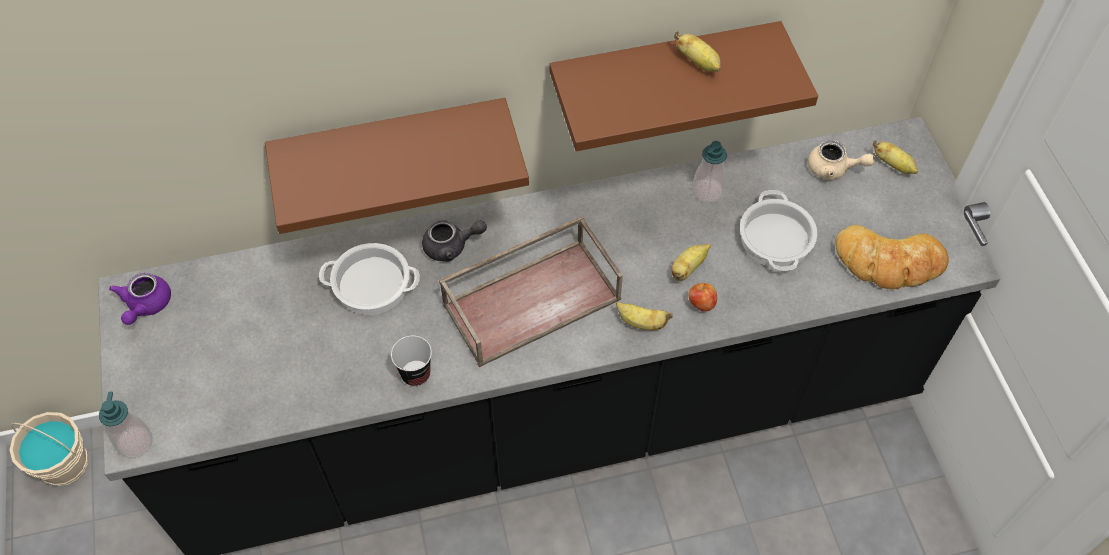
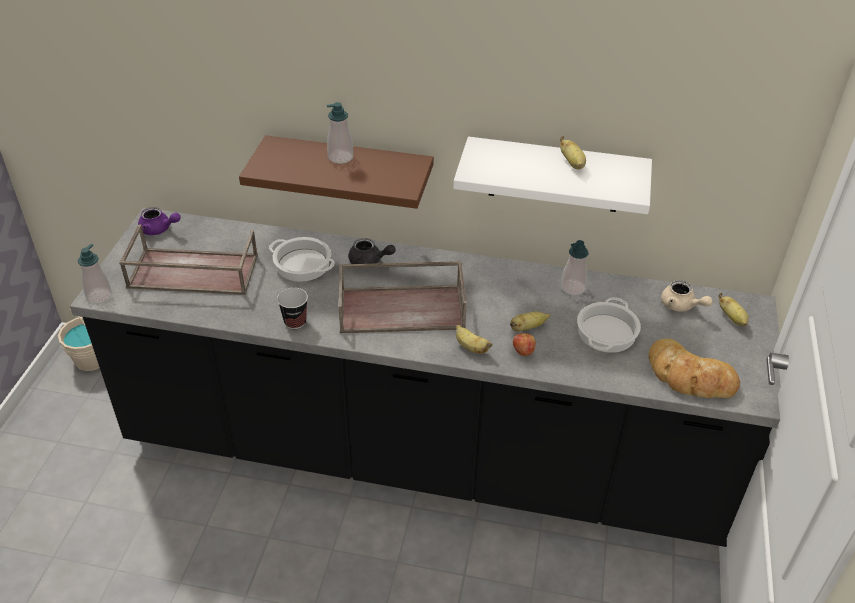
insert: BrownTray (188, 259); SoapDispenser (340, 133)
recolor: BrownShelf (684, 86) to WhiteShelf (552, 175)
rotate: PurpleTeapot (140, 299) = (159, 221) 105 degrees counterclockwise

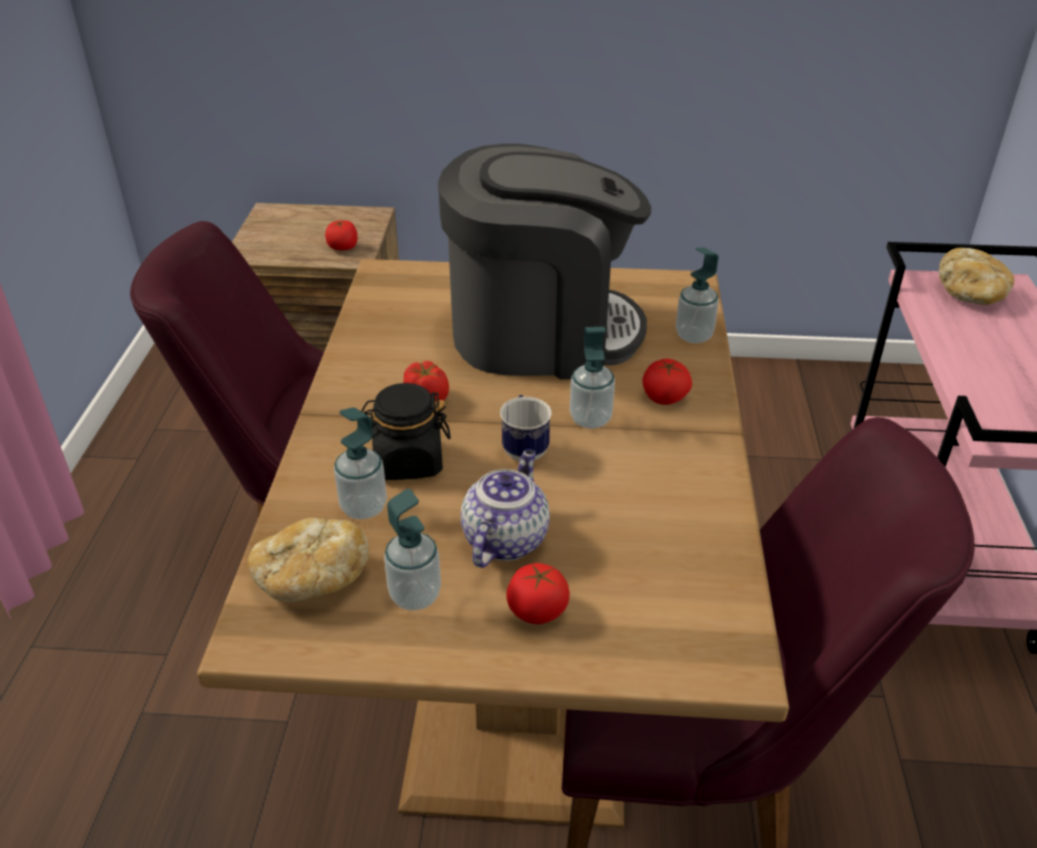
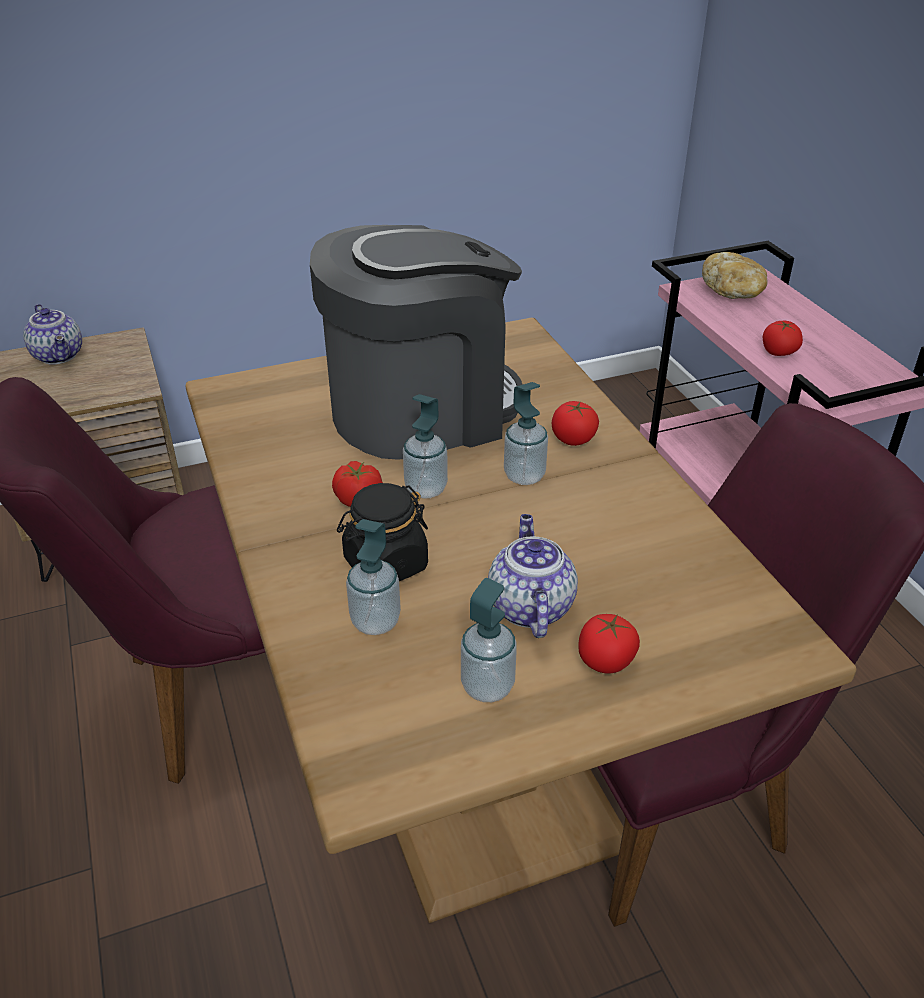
delete: Bread (308, 560); Mug (526, 428)
insert: Teapot (52, 334)
move: SoapDispenser (697, 295) to (425, 446); Tomato (341, 235) to (783, 338)

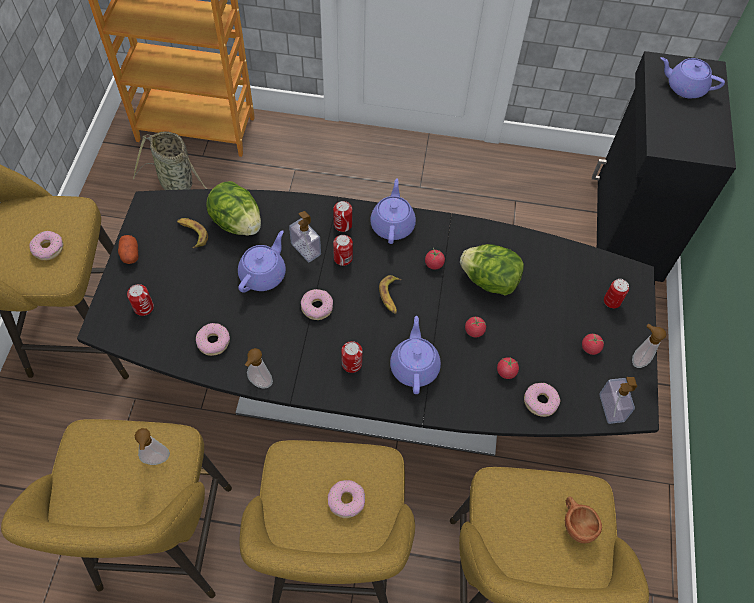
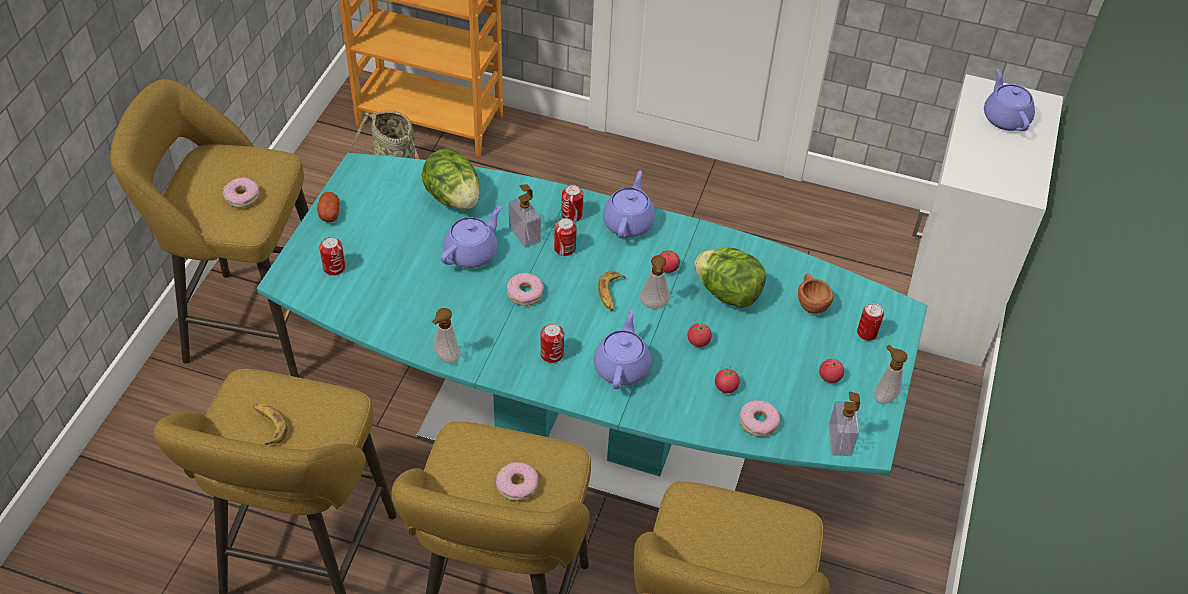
delete: Donut (213, 339)
move: Banana (192, 233) to (270, 424); SoapDispenser (152, 446) to (654, 282); BrownCup (583, 520) to (816, 293)
recolor: BlackDiningTable (368, 322) to TurquoiseDiningTable (592, 332); BlackCabinet (664, 166) to WhiteCabinet (985, 220)
rotate: PurpleTeapot (693, 77) = (1009, 100) 45 degrees clockwise

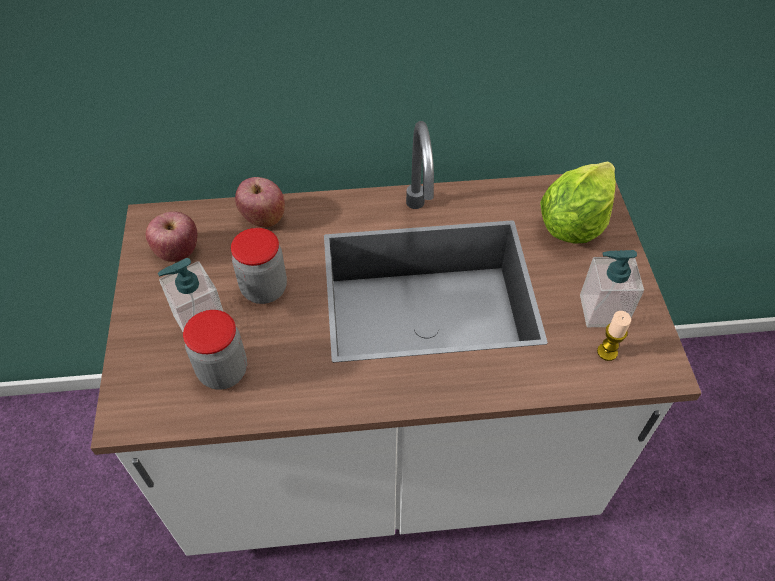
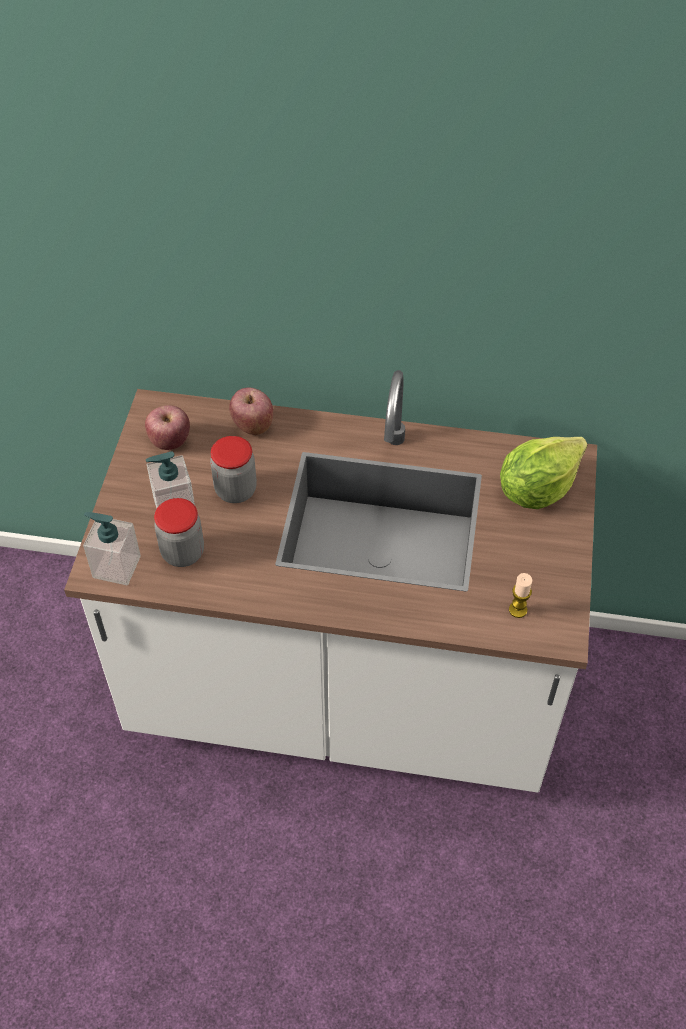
move: SoapDispenser (612, 288) to (112, 548)

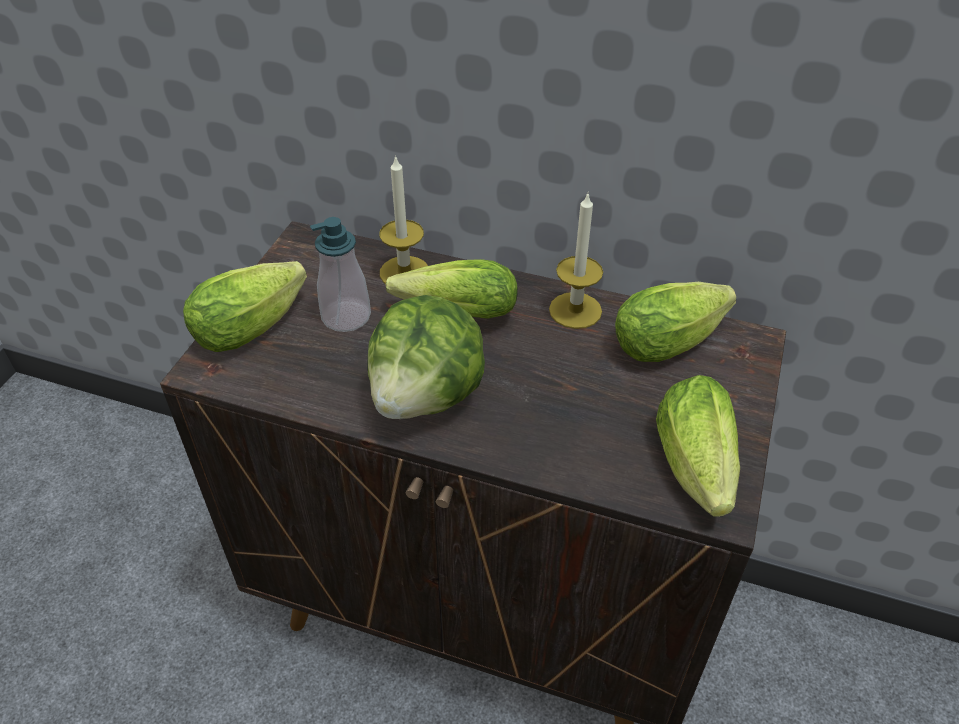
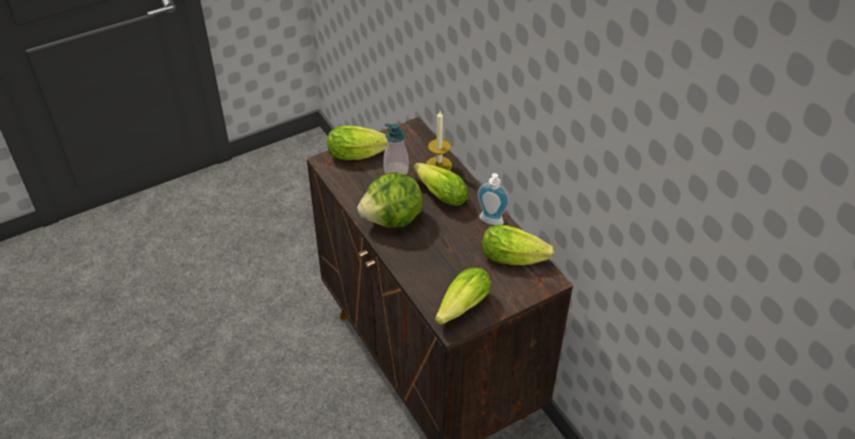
replace: Candle (576, 261) to SoapDispenser (493, 199)

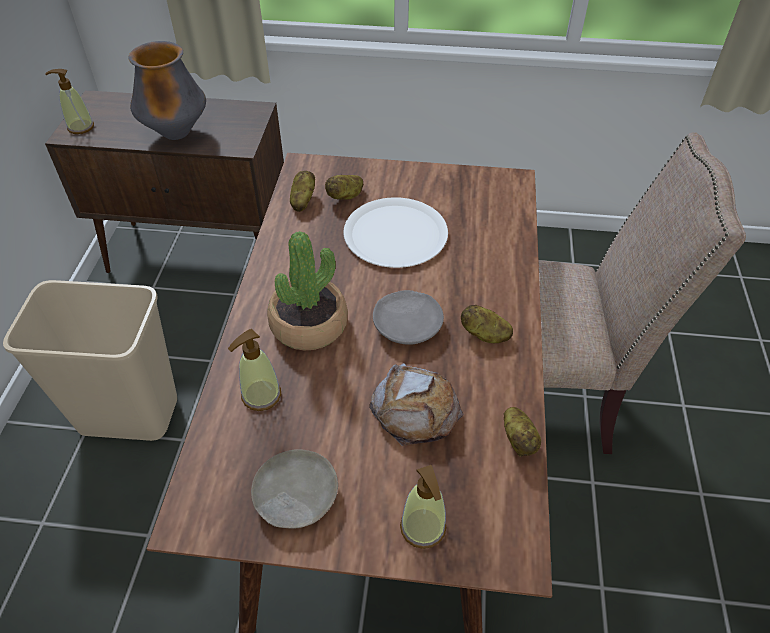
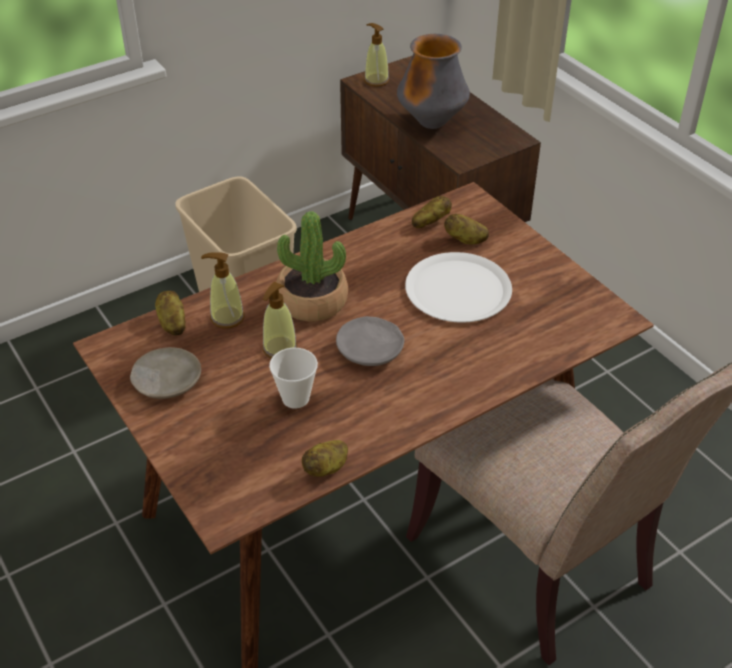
move: Potato (487, 324) to (170, 313); SoapDispenser (423, 507) to (279, 320)
replace: Bread (416, 404) to Cup (293, 378)

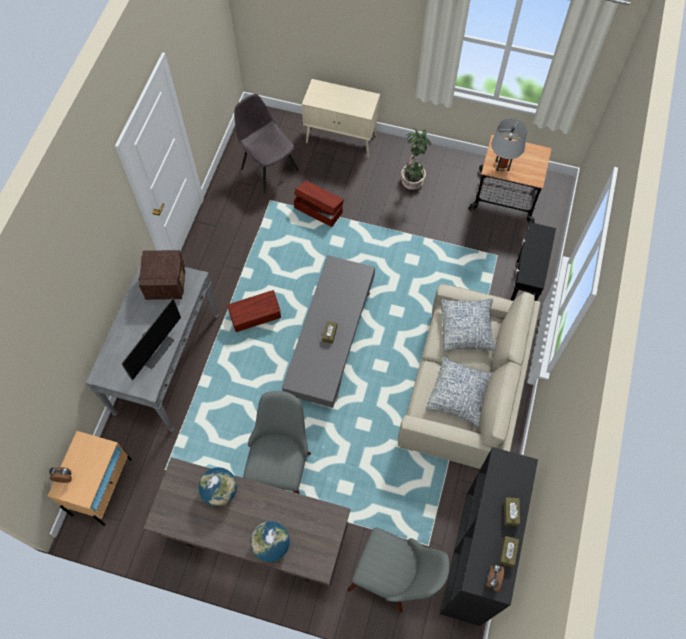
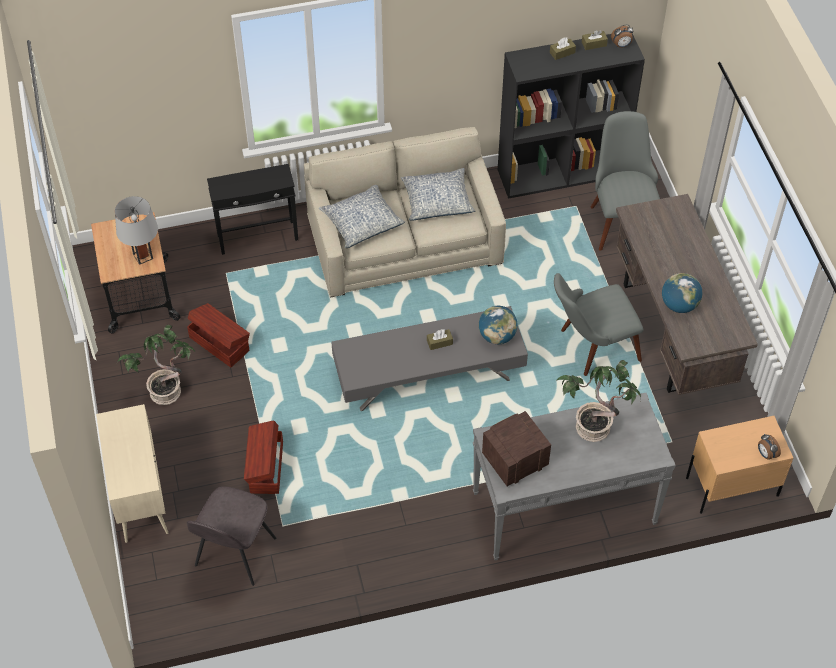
move: BrownStorageBox (254, 311) to (218, 335); Globe (270, 541) to (498, 325)
replace: Monitor (151, 339) to PottedPlant (598, 401)

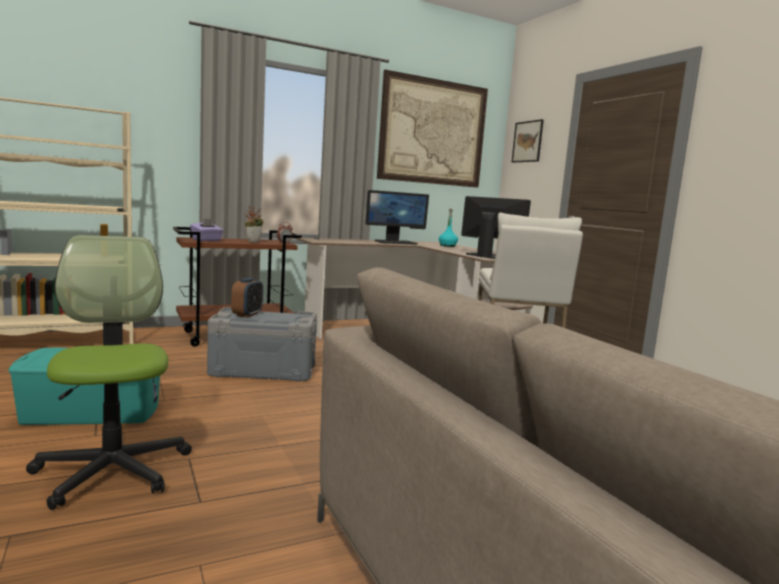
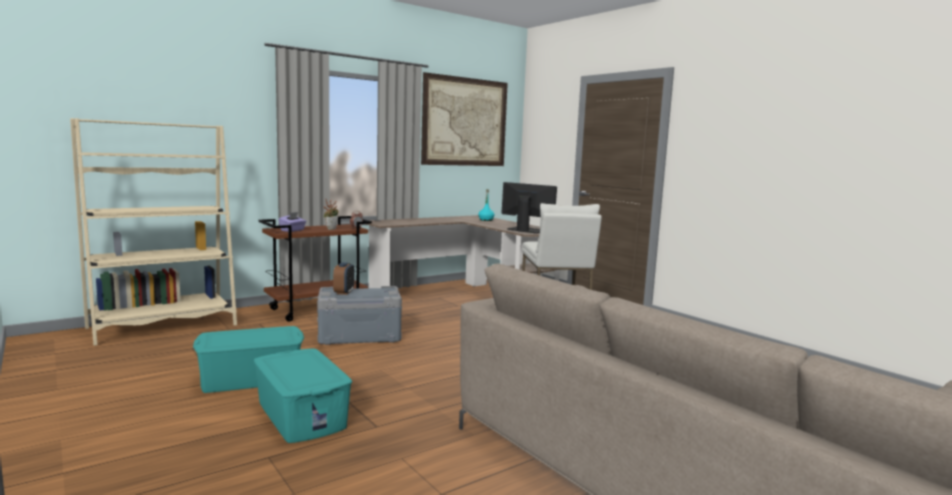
delete: Monitor (397, 217); Picture (528, 141)
replace: OfficeChair (109, 372) to TurquoiseStorageBox (302, 396)

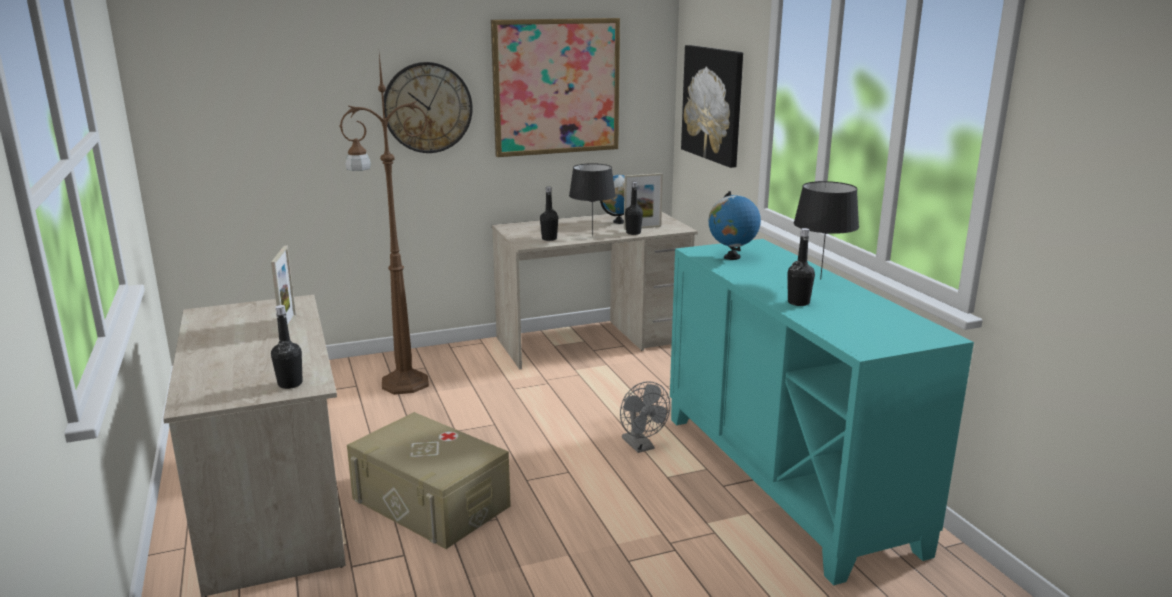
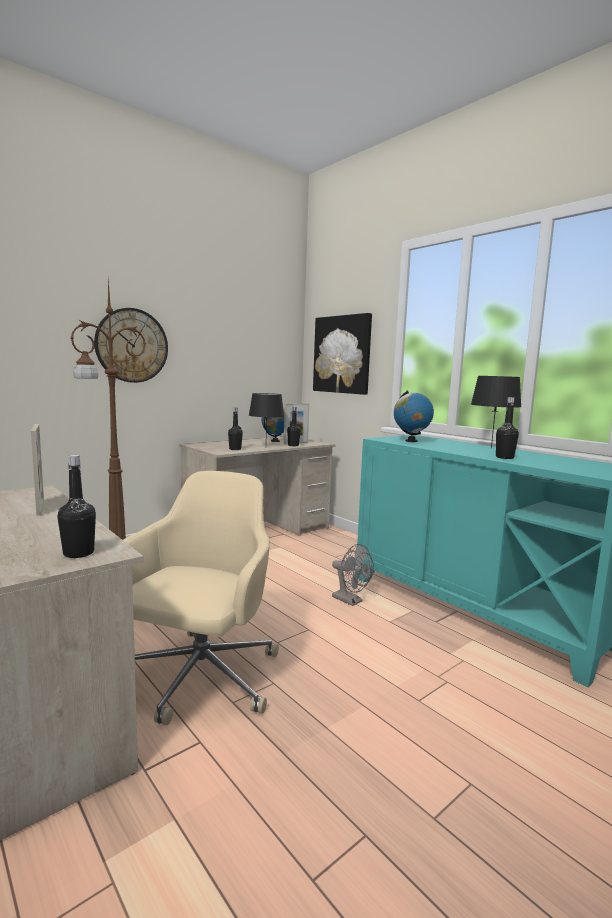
delete: Picture (555, 87)
replace: BeigeStorageBox (429, 480) to BeigeOfficeChair (201, 598)

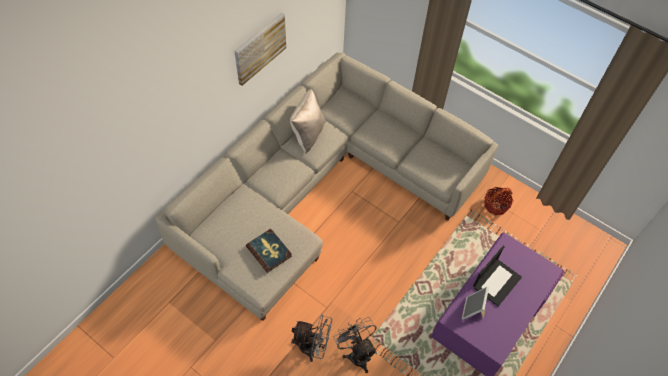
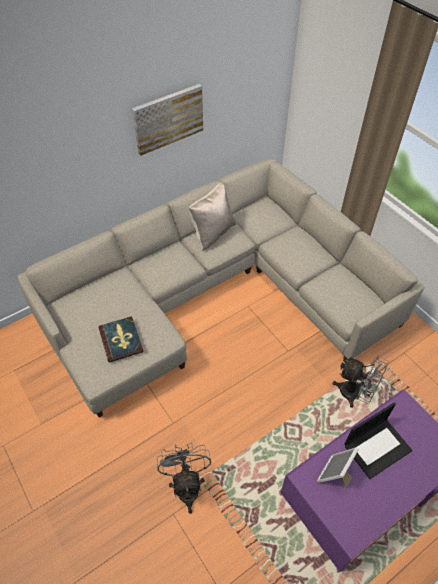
delete: Basket (498, 201)
move: GreyFan (311, 338) to (361, 382)

